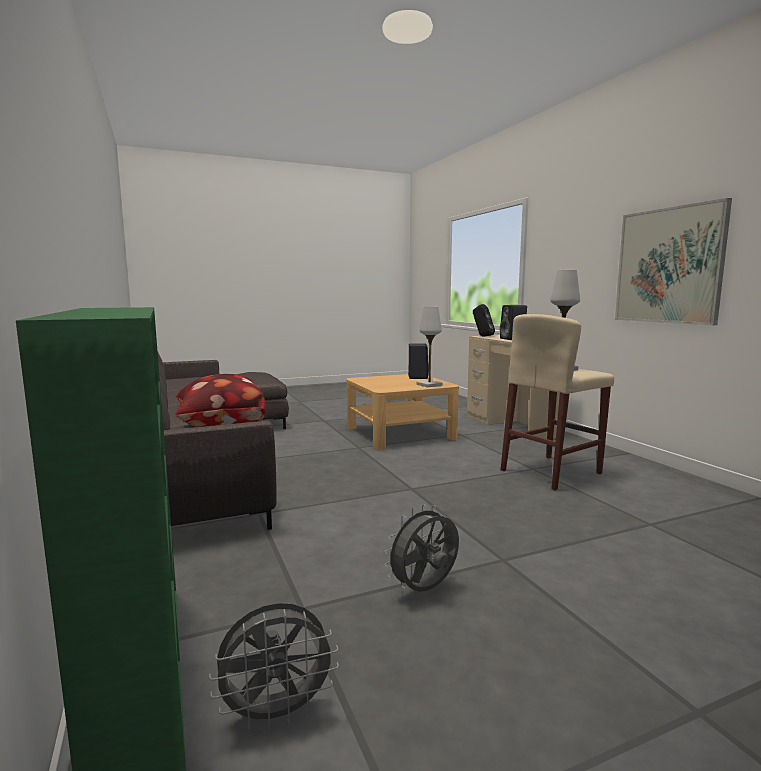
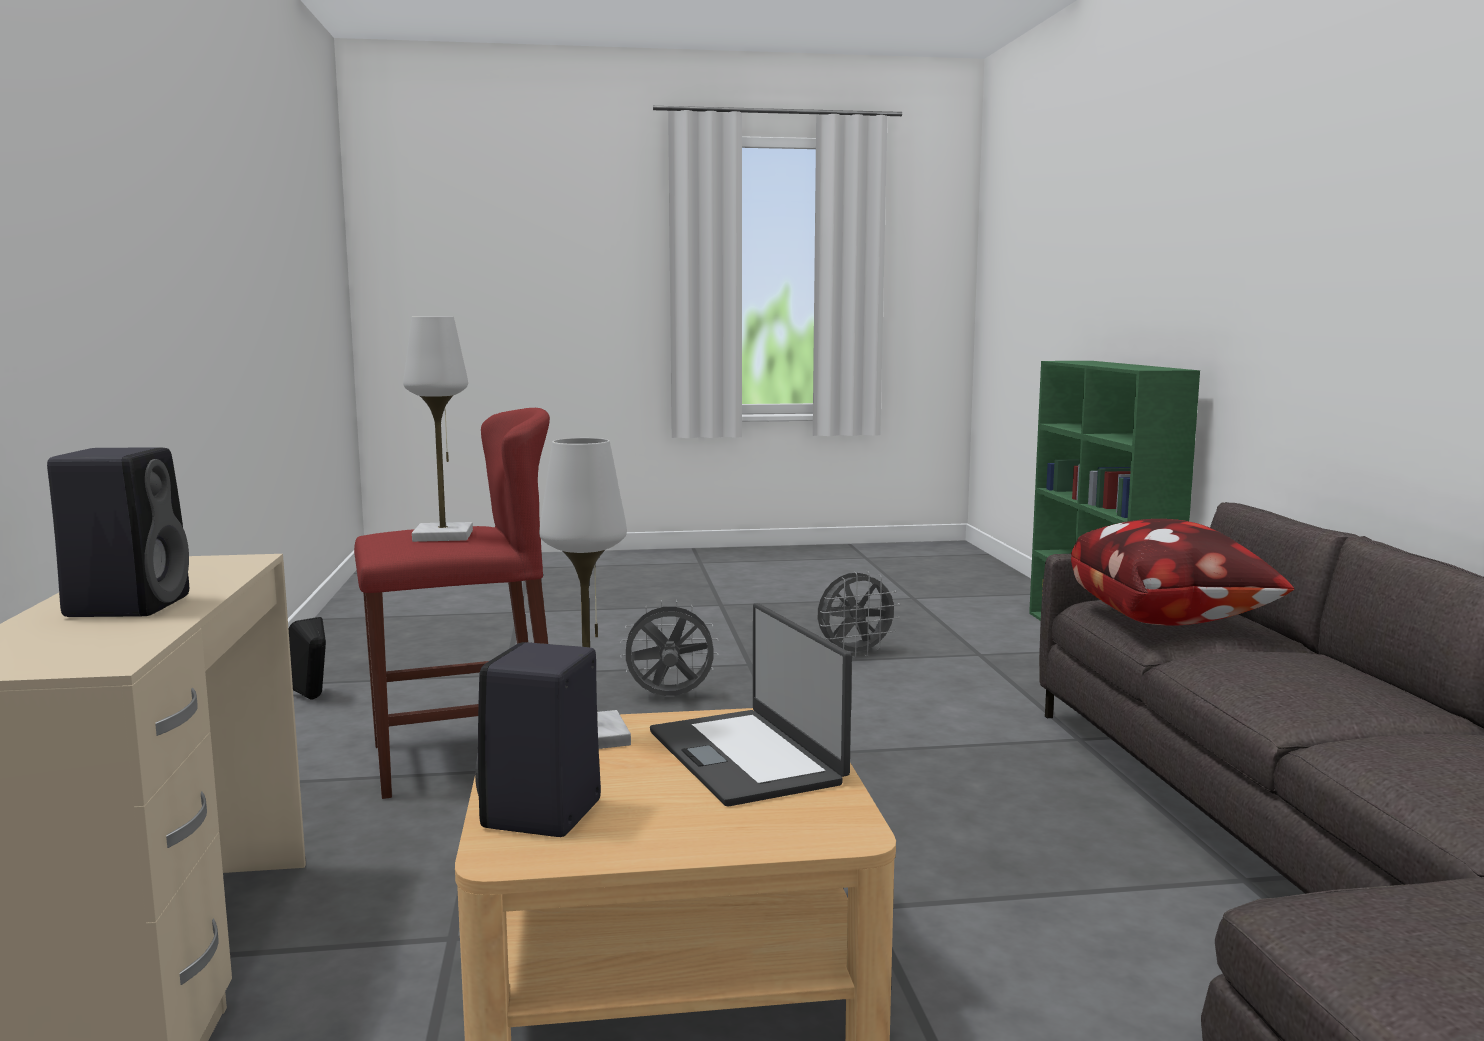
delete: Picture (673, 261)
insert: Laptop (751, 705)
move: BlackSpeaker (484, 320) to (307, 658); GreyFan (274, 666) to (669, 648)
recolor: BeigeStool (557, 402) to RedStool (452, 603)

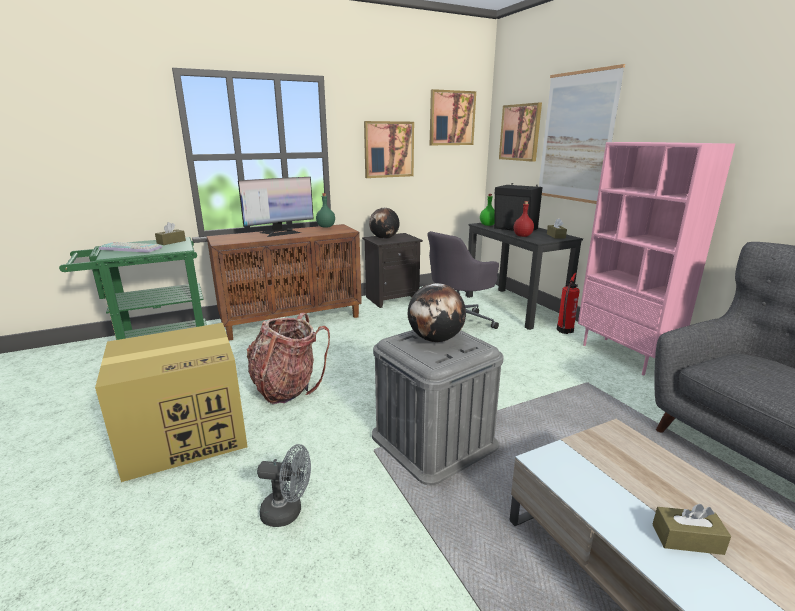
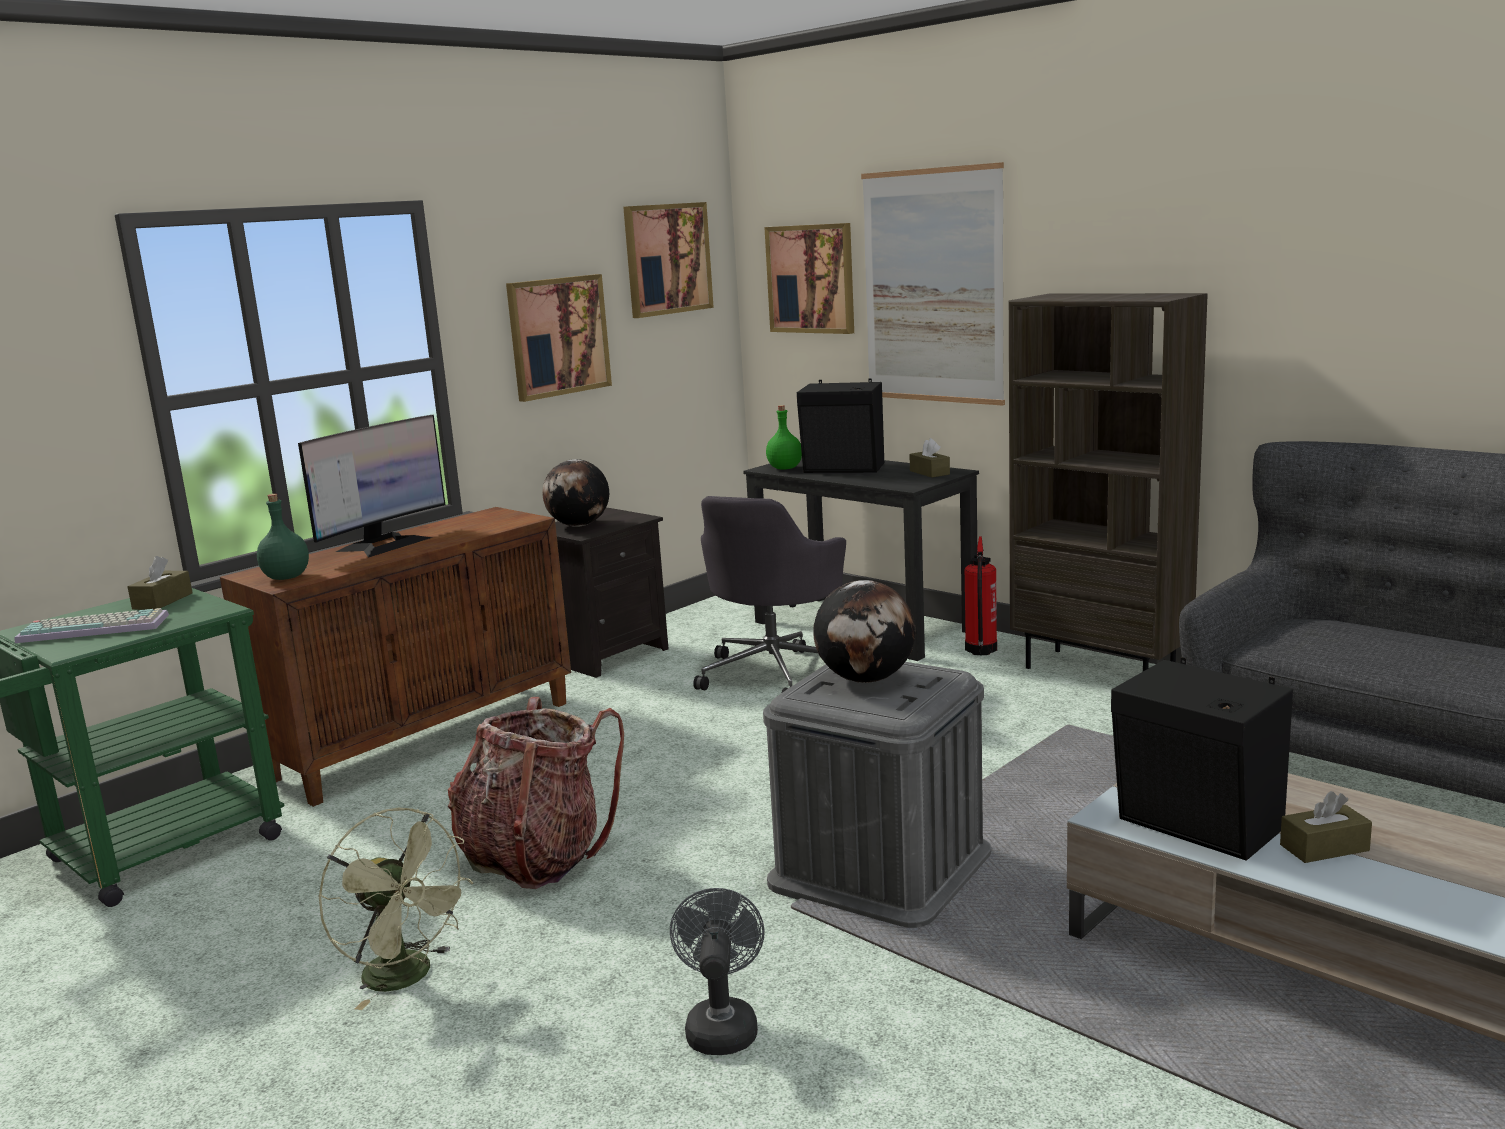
delete: RedBottle (523, 219)
insert: BlackSpeaker (1202, 759)
move: GreenBottle (325, 210) to (283, 537)
replace: CardboardBox (171, 402) to GreenFan (395, 909)
recolor: PinkBookcase (656, 259) to BrownBookcase (1108, 482)
rotate: GreyFan (284, 485) = (717, 971) 75 degrees counterclockwise

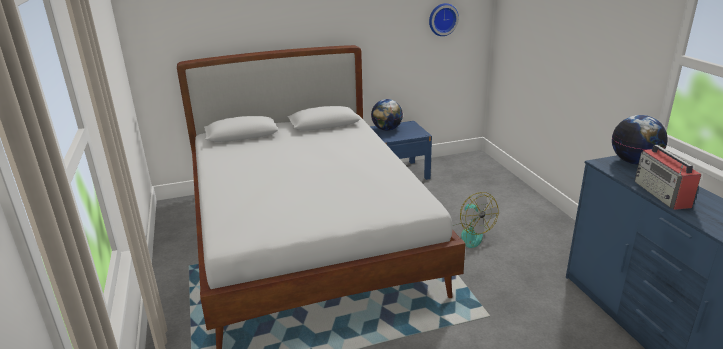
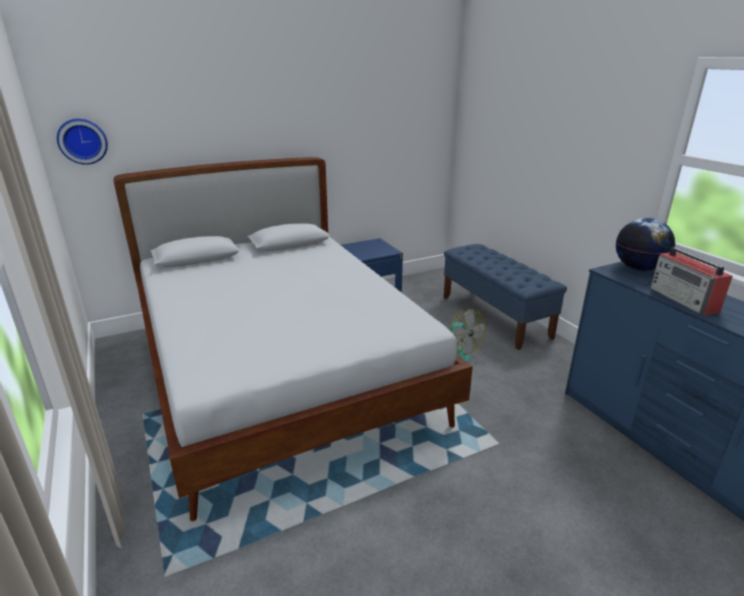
delete: Globe (387, 115)
insert: BlueBench (505, 297)
move: WallClock (444, 19) to (82, 142)

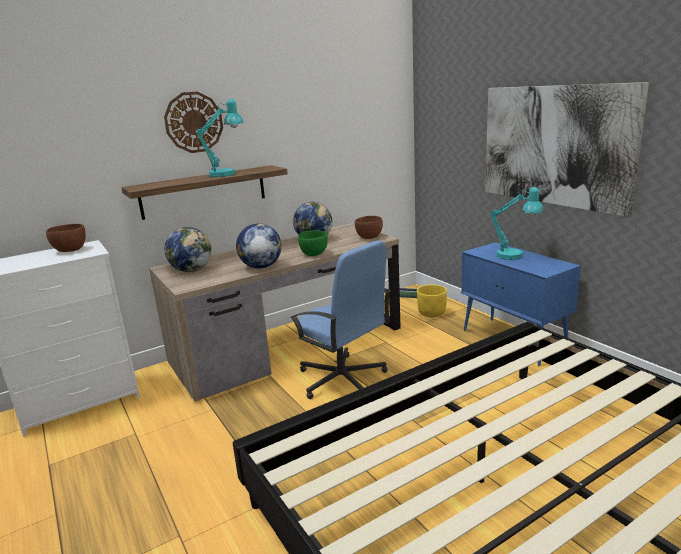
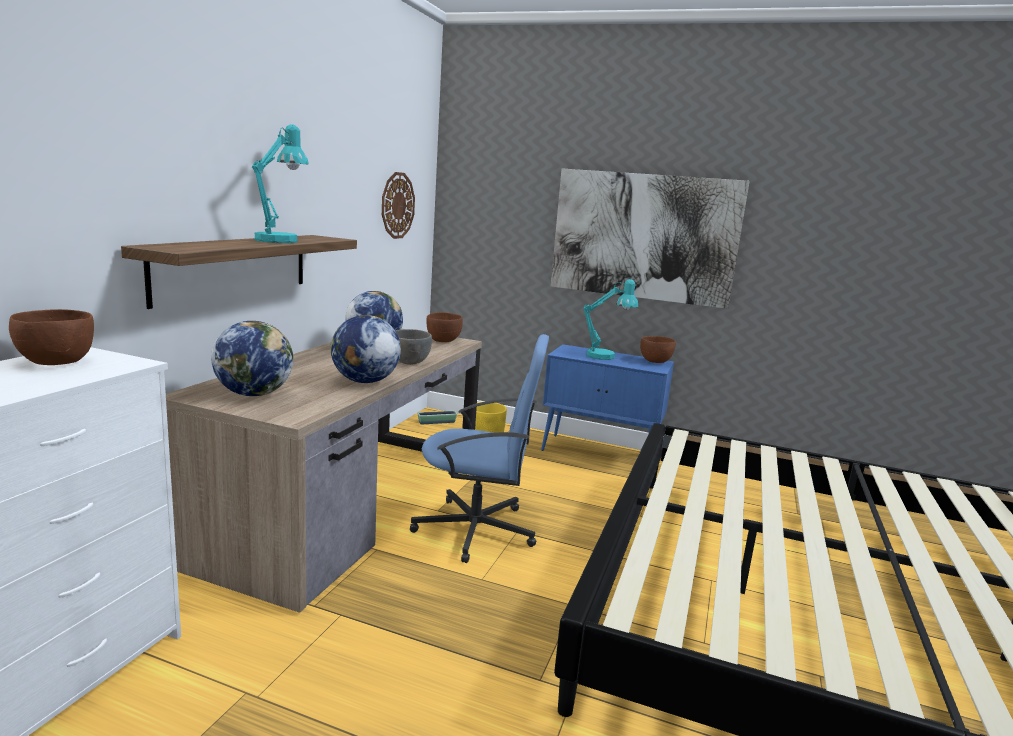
insert: BrownBowl (658, 349)
move: WallClock (193, 122) to (398, 205)
recolor: GreenBowl (313, 243) to GreyBowl (413, 347)

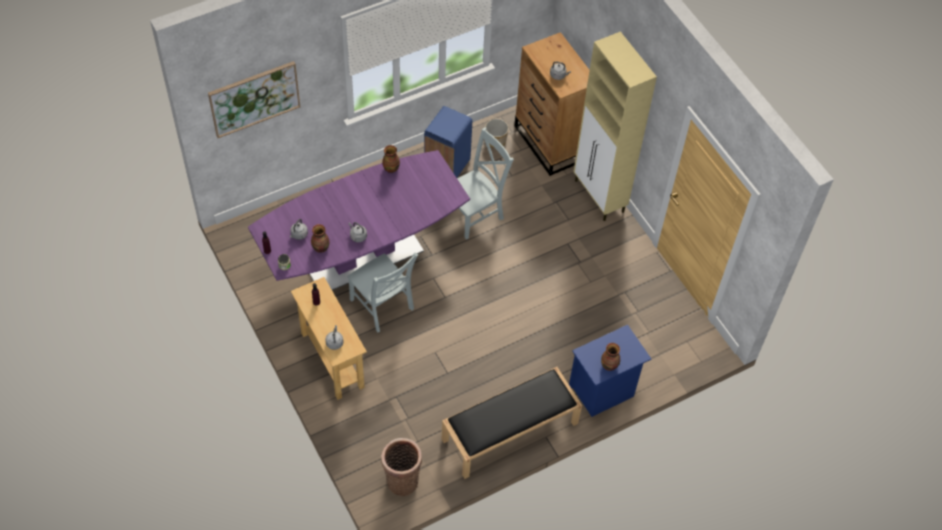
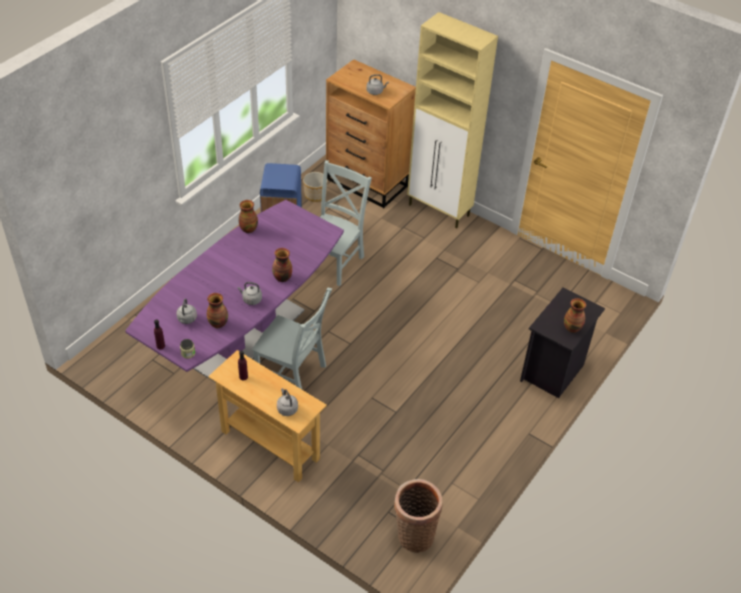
delete: Picture (254, 99); BlackBench (512, 423)
insert: Vase (282, 265)
recolor: BlueNightstand (610, 371) to BlackNightstand (562, 342)

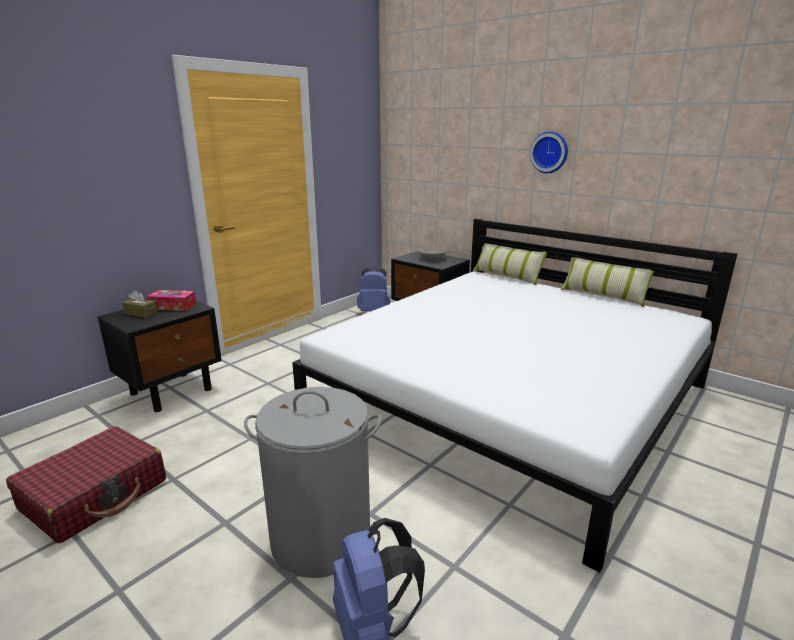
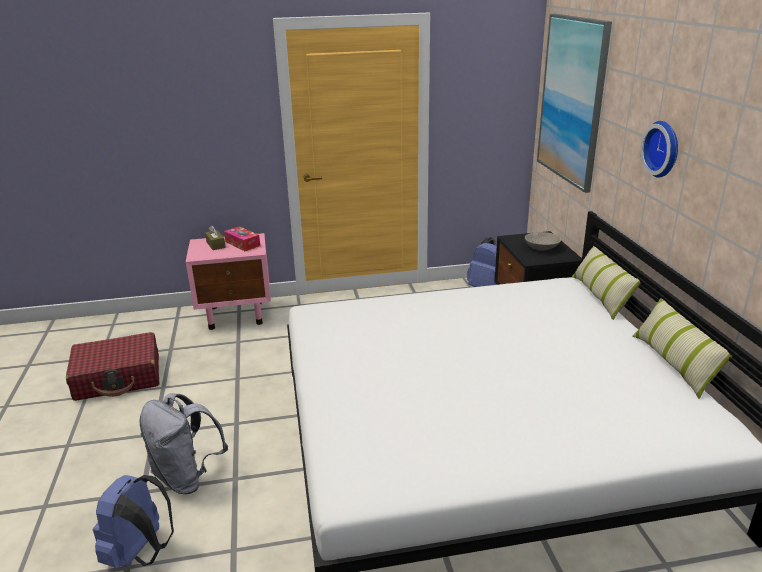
insert: Picture (574, 103)
replace: GreyLaundryBasket (313, 482) to GreyBackpack (183, 444)
recolor: BlackNightstand (159, 356) to PinkNightstand (228, 281)

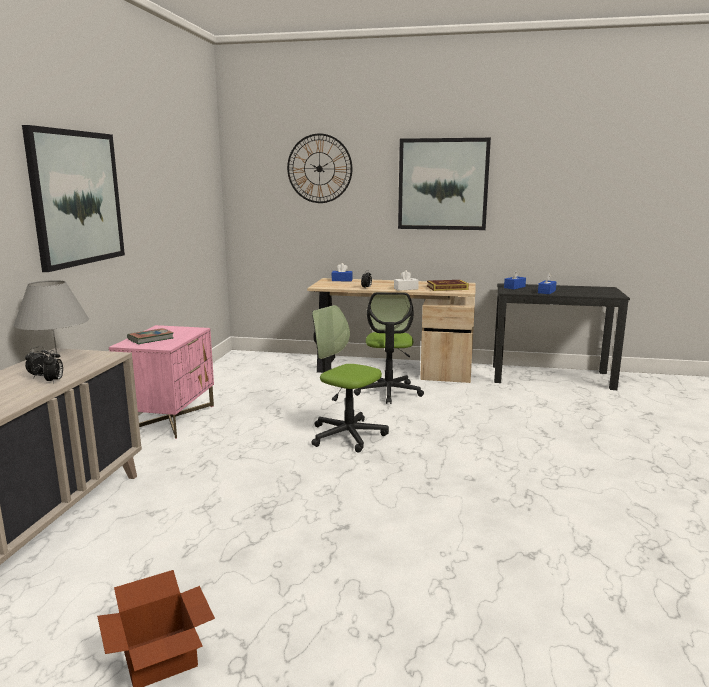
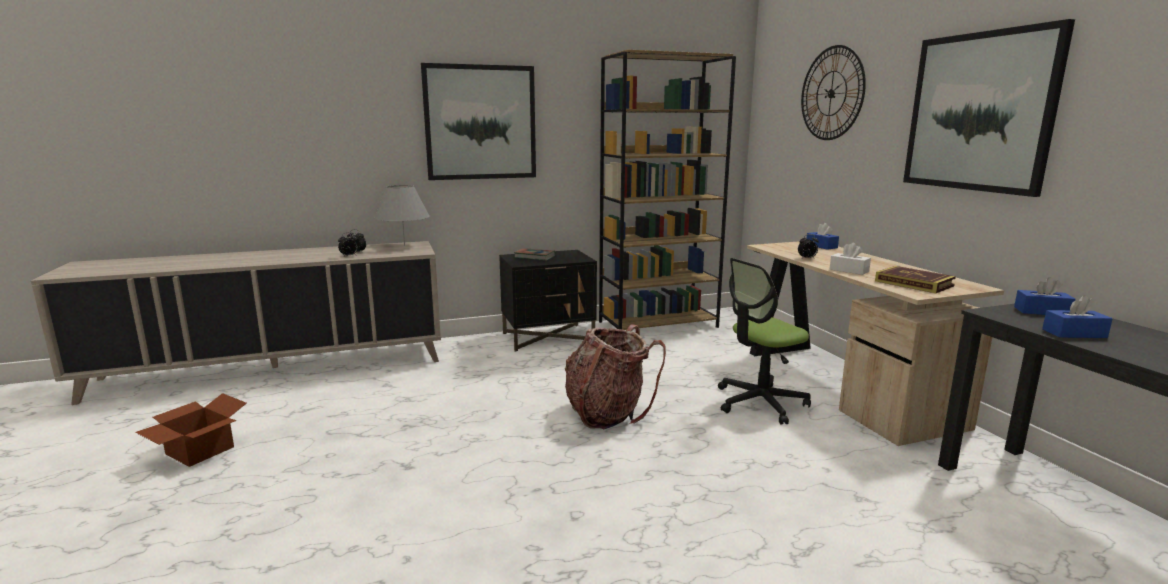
insert: BrownBookcase (667, 190)
replace: OfficeChair (350, 379) to Backpack (615, 377)
recolor: PinkNightstand (161, 382) to BlackNightstand (548, 301)

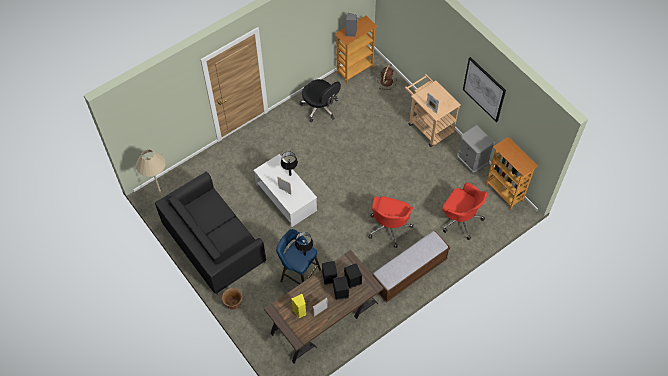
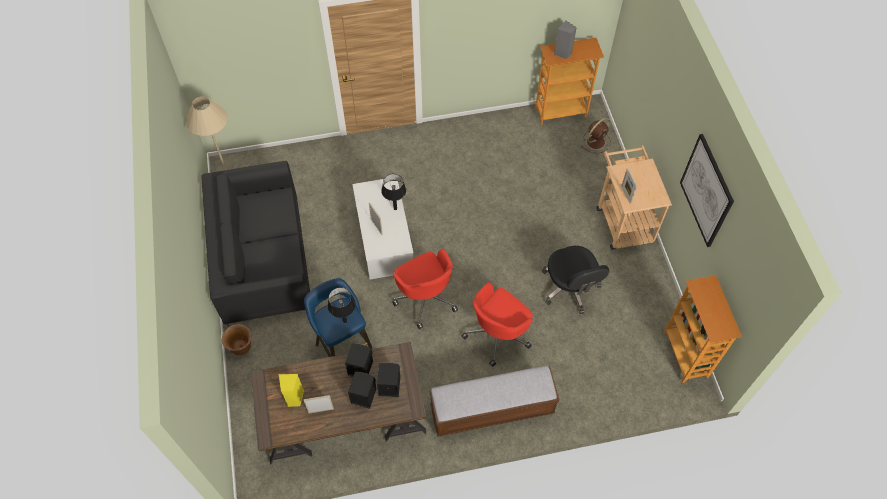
delete: GreyNightstand (476, 150)
move: RedOfficeChair (464, 211) to (425, 289); BlackOfficeChair (320, 100) to (575, 280)

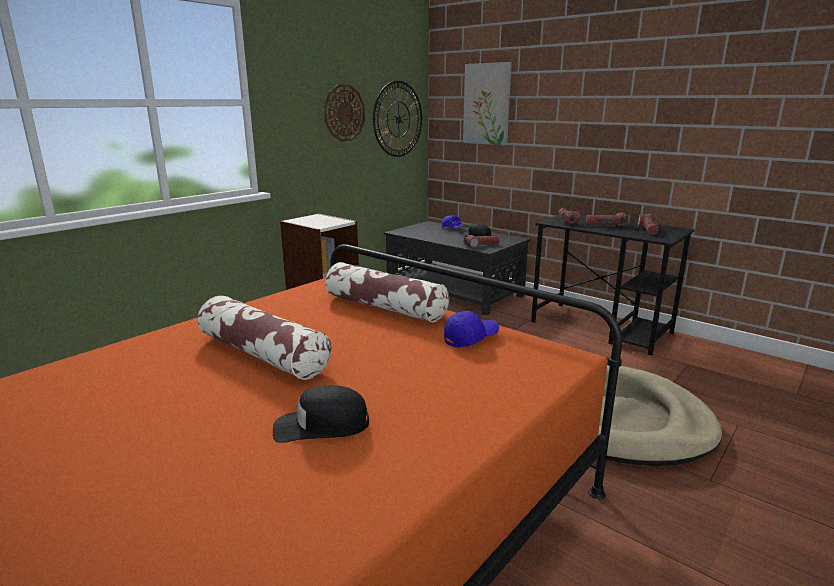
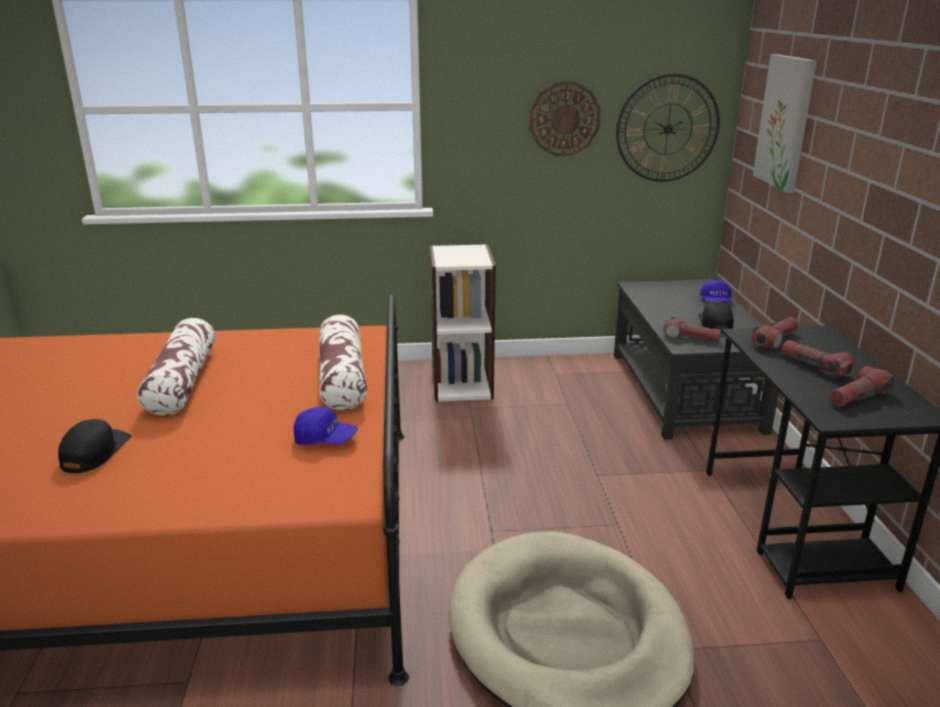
rotate: BlackCap (321, 414) = (95, 446) 60 degrees clockwise

